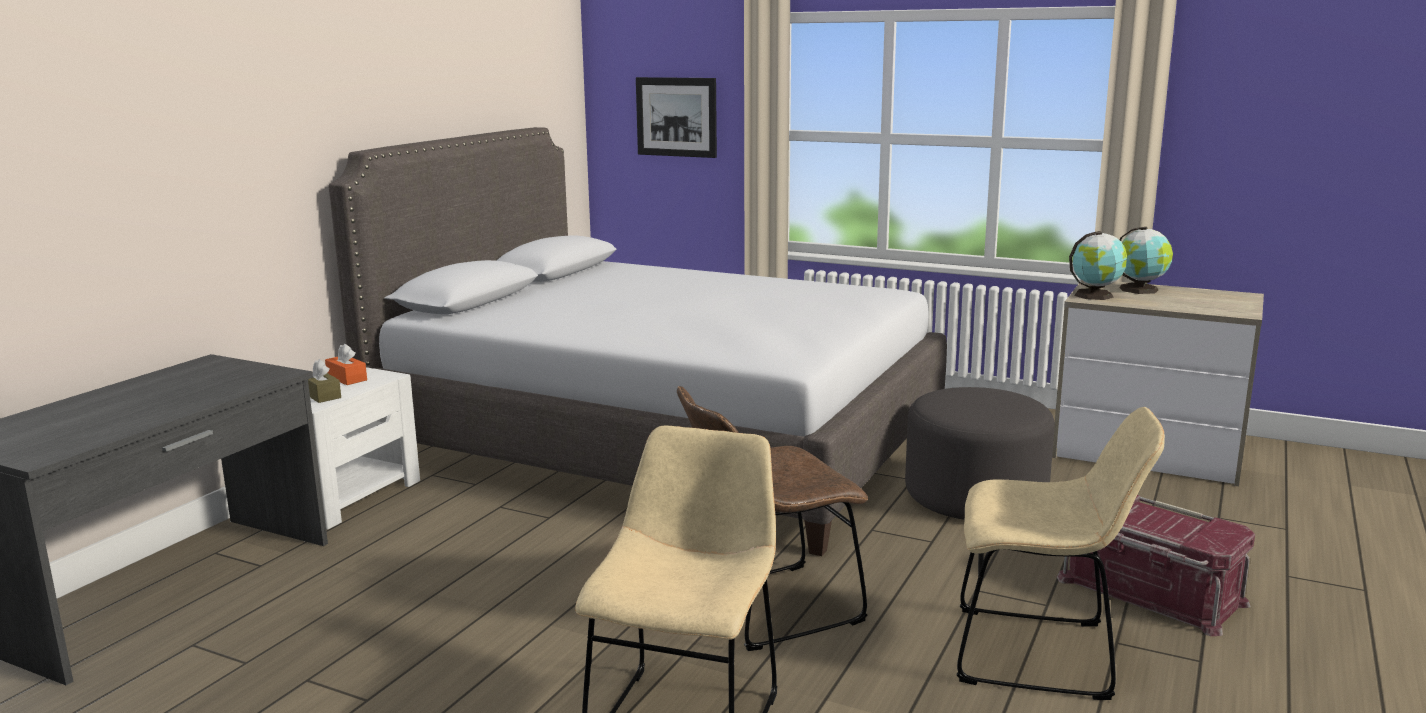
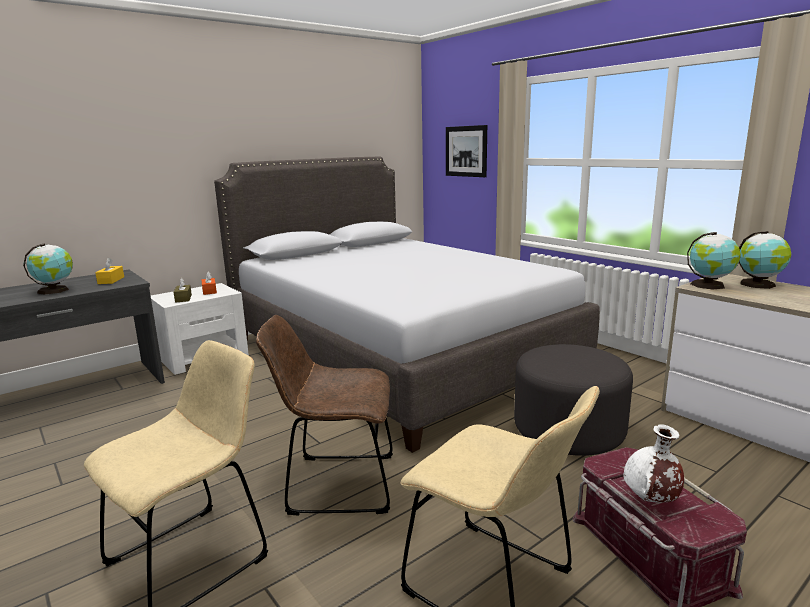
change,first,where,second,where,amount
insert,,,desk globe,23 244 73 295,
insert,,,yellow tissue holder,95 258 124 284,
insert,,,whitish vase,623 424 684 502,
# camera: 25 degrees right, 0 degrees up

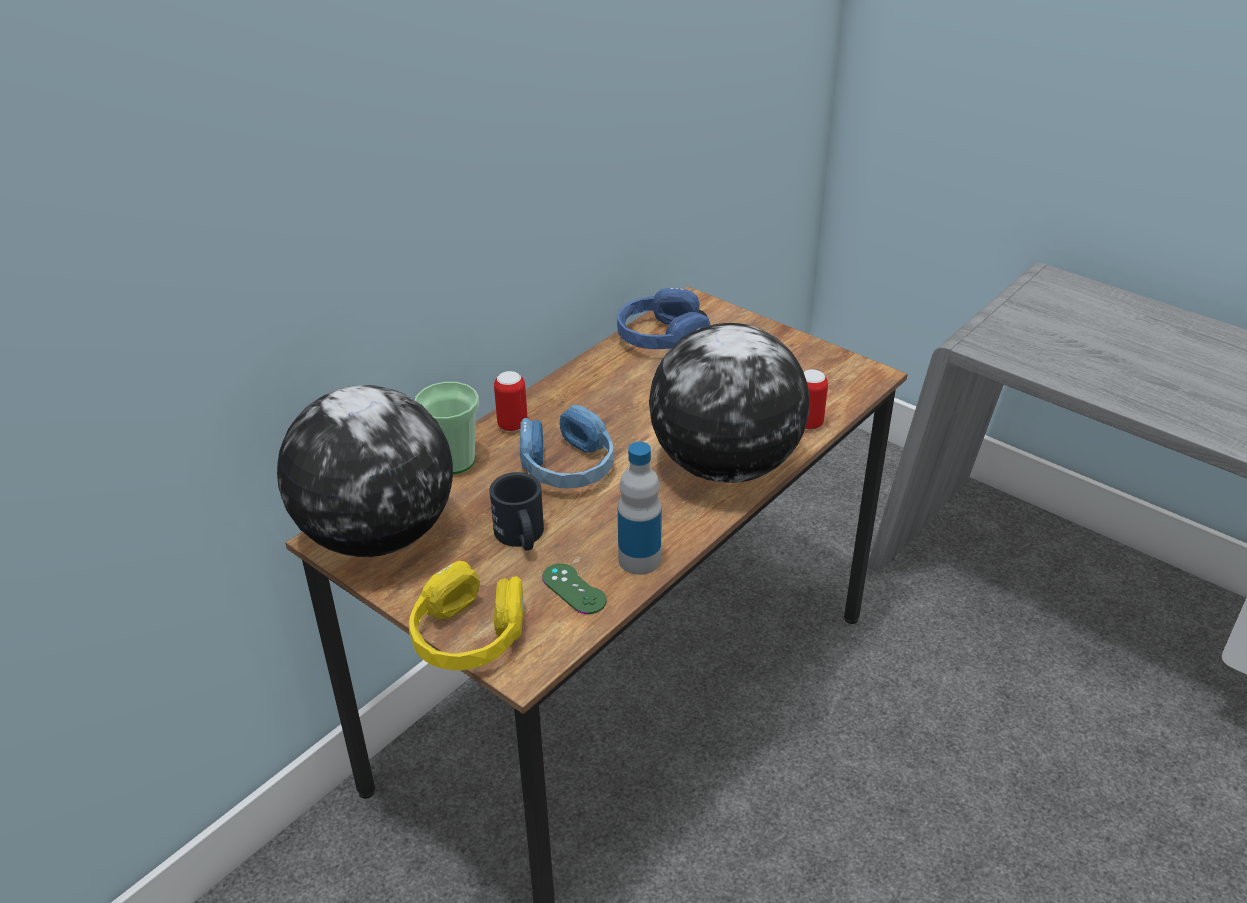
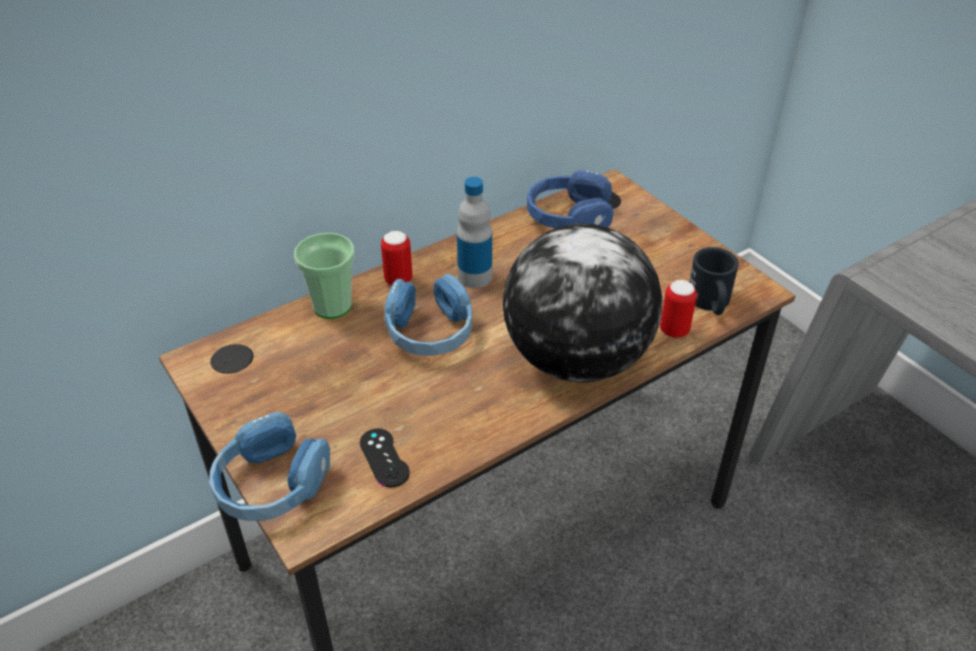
change,first,where,second,where,amount
delete,desk globe,277 385 453 557,,,
move,black-coloured tea mug,489 472 544 551,,689 247 739 315,
move,beverage bottle,618 442 662 575,,457 177 492 288,
recolor,yellow headset,409 561 524 670,blue-coloured headset,209 412 330 521,
recolor,green gamepad,542 564 606 614,black-coloured gamepad,360 429 410 487,
# camera: 15 degrees right, 5 degrees up

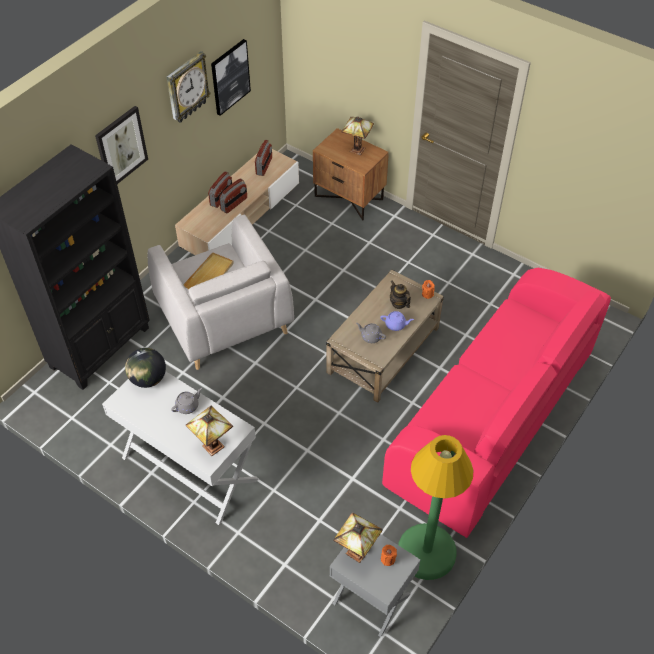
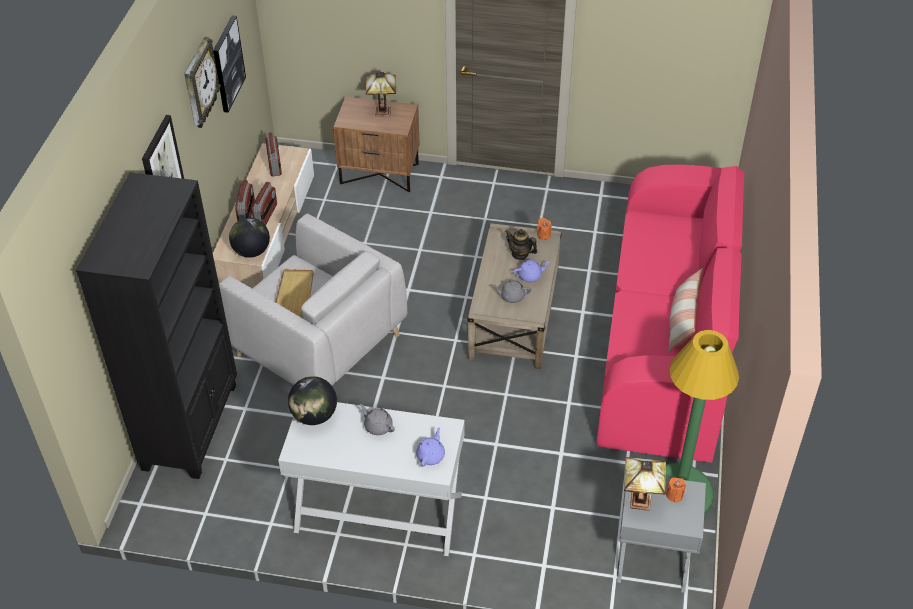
change,first,where,second,where,amount
insert,,,desk globe,229 218 270 258,
insert,,,cushion,668 268 703 353,
replace,lamp for a table,186 405 233 456,purplish tea pot,416 427 445 467,
rotate,gray tea pot,171 388 202 414,,360 404 395 435,75 degrees counterclockwise
# camera: 25 degrees left, 5 degrees down

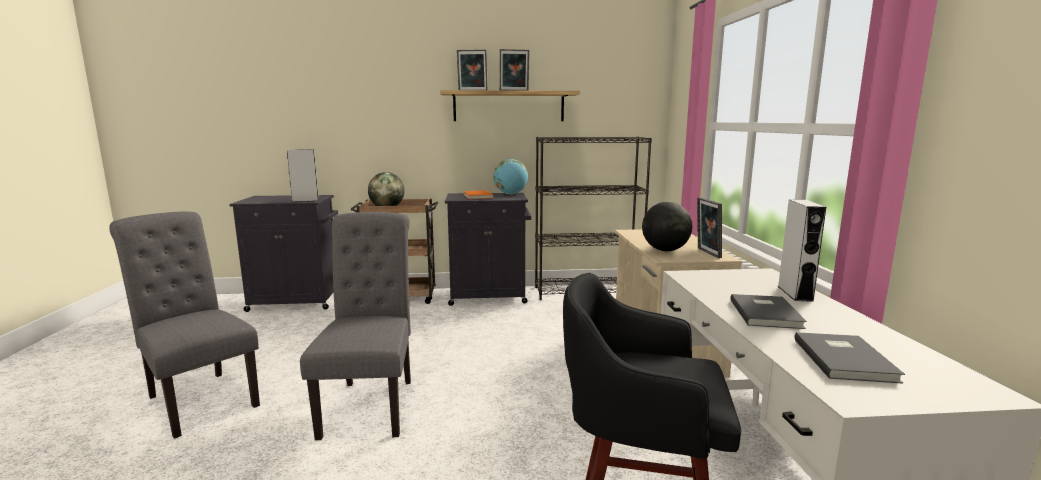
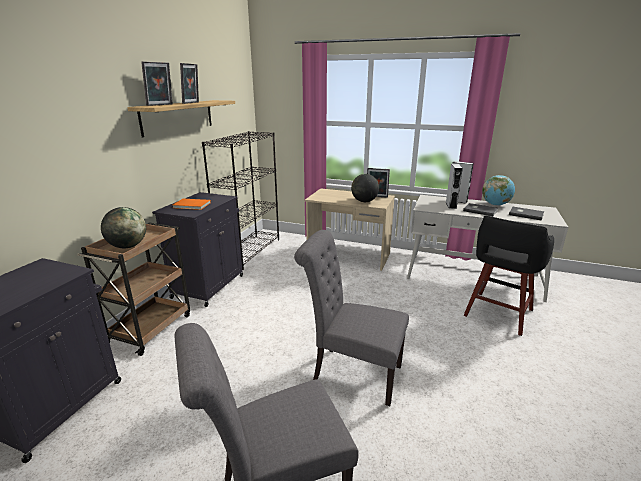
change,first,where,second,where,amount
move,gray audio speaker,287 149 319 202,,446 164 463 209,
move,desk globe,493 159 528 194,,482 175 515 206,
# camera: 65 degrees left, 10 degrees up

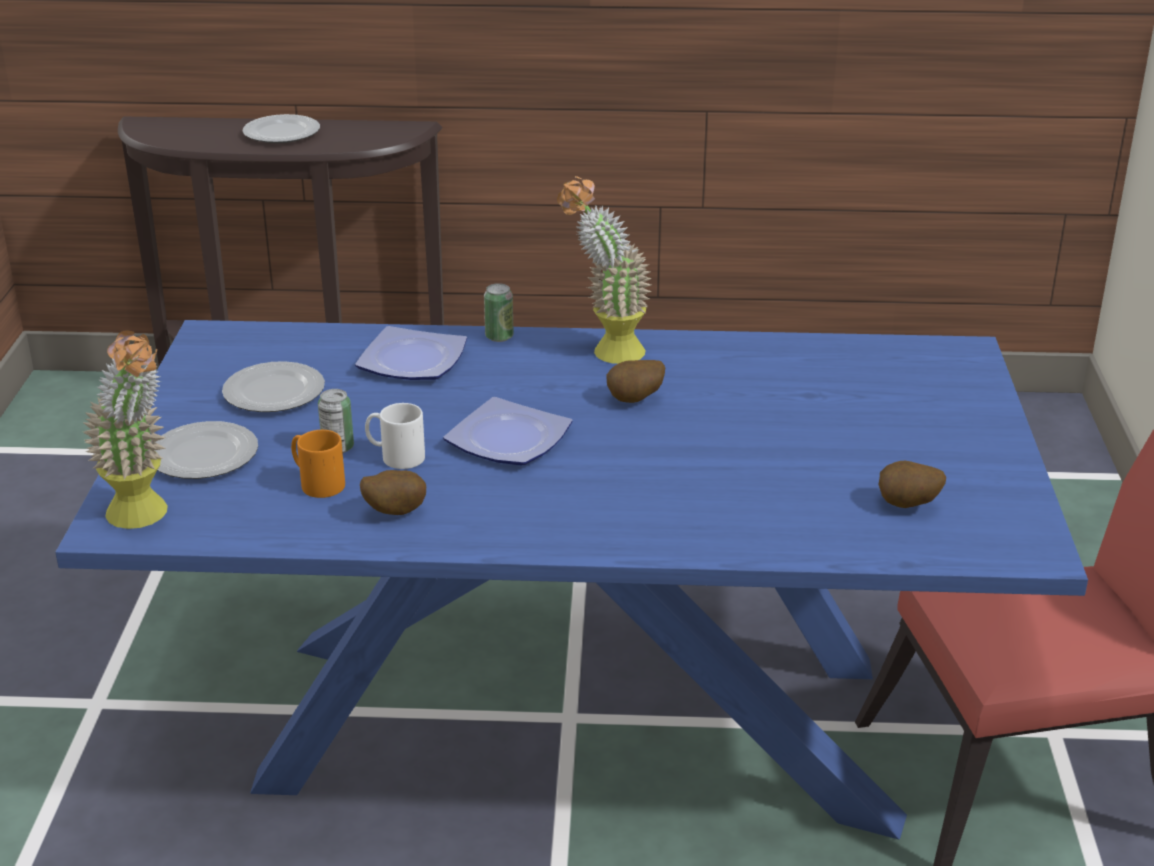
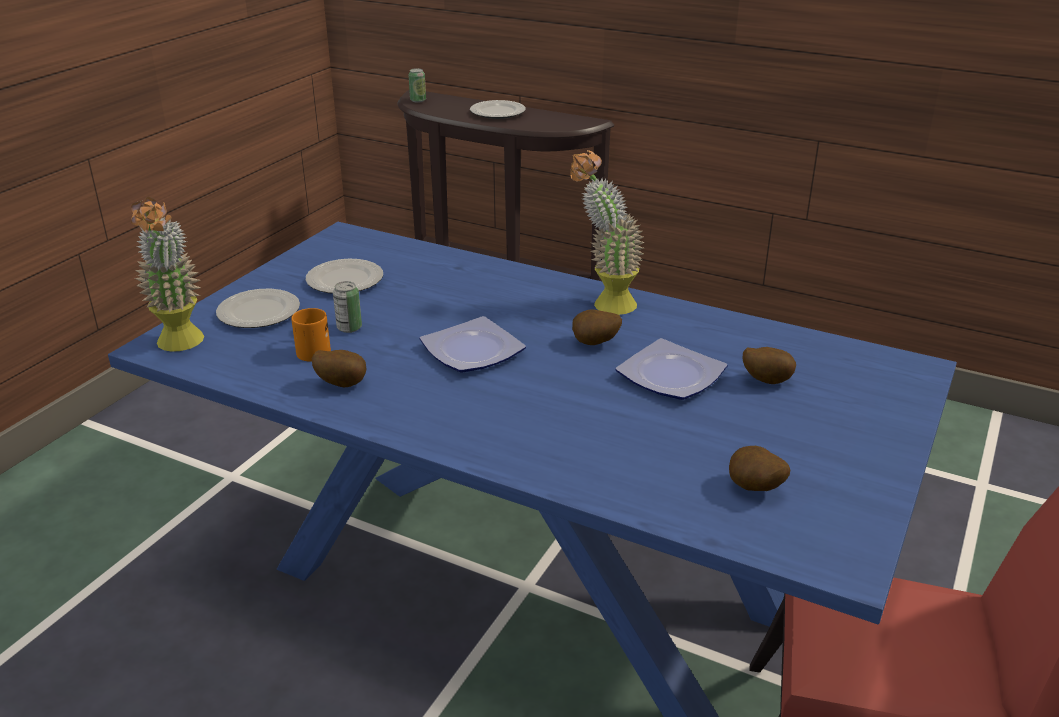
change,first,where,second,where,amount
delete,whitish tea mug,365 403 425 469,,,
insert,,,potato,743 347 796 384,
move,dinner plate,355 326 467 380,,615 338 728 400,
move,sealed can,484 283 514 342,,409 68 426 103,
# camera: 25 degrees right, 0 degrees up

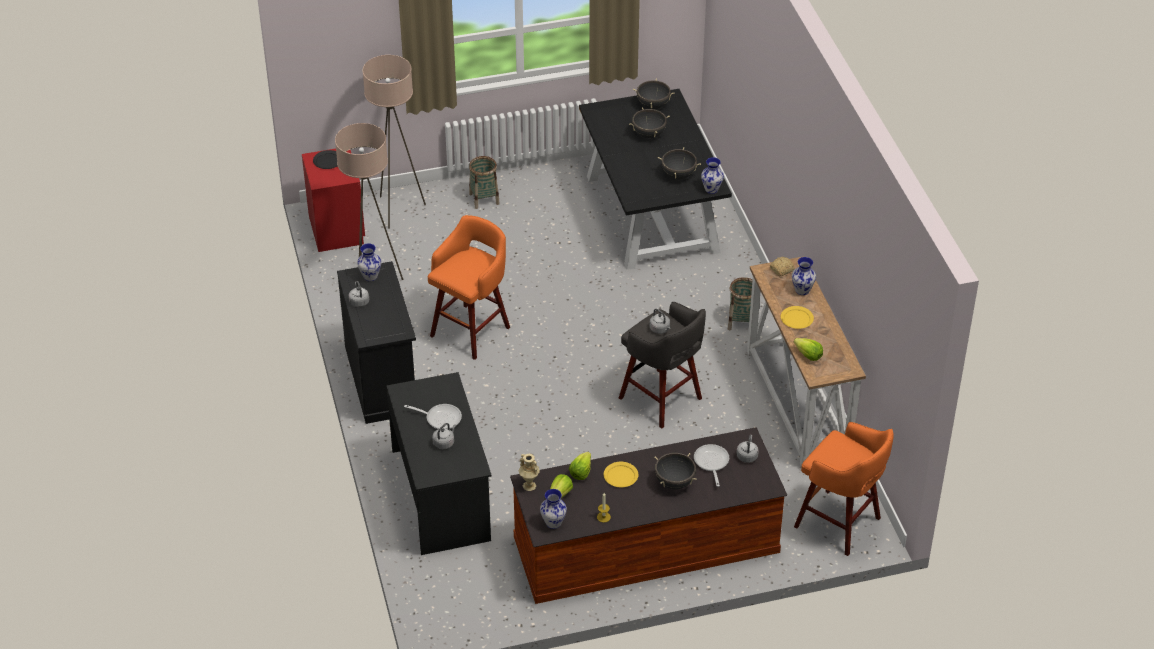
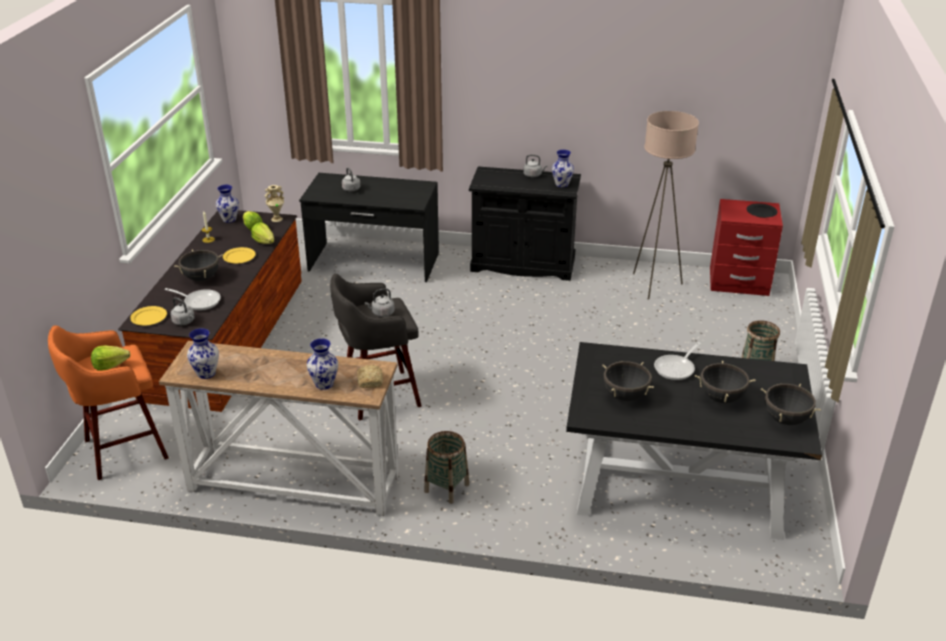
change,first,where,second,where,amount
delete,sand-coloured floor lamp,362 55 426 229,,,
delete,orange-coloured stool seat,428 215 510 360,,,
move,skillet,404 404 462 429,,654 342 701 380,
move,vase,701 157 724 194,,187 328 219 379,
move,yellow dinner plate,781 306 814 329,,130 306 167 326,
move,lettuce,794 338 823 361,,91 345 130 371,
# camera: 115 degrees right, 10 degrees down

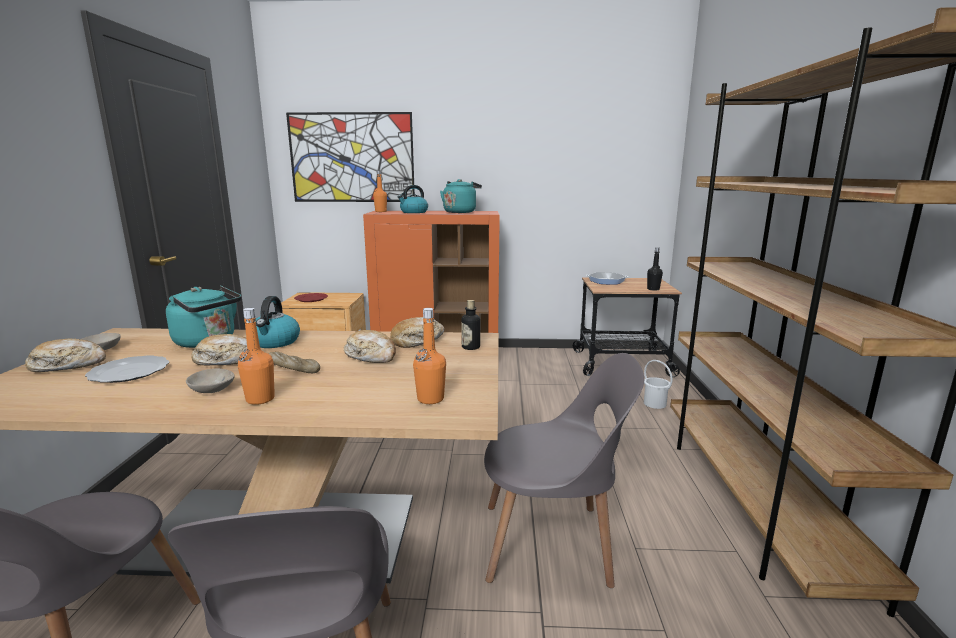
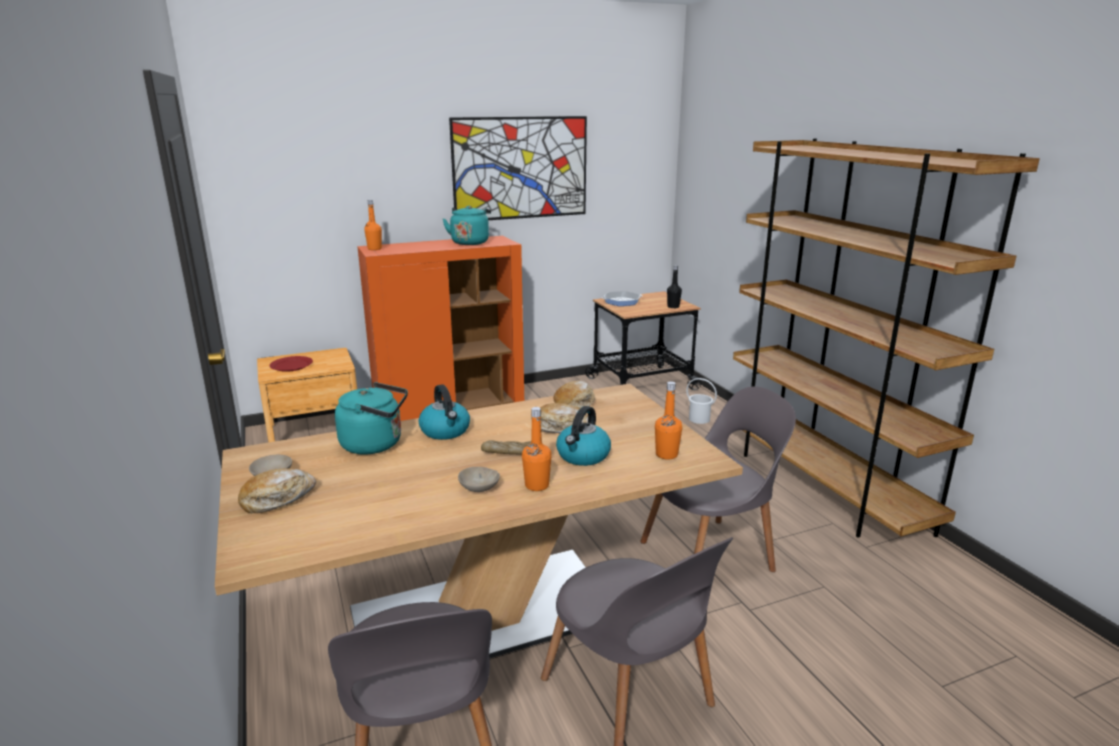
change,first,where,second,where,amount
delete,dinner plate,85 355 169 383,,,
delete,bakery bread,191 334 247 366,,,
delete,beverage bottle,461 300 480 350,,,
move,wall picture,286 112 415 202,,449 116 587 220,
move,water kettle,397 185 428 213,,556 406 611 466,
# camera: 25 degrees left, 5 degrees up

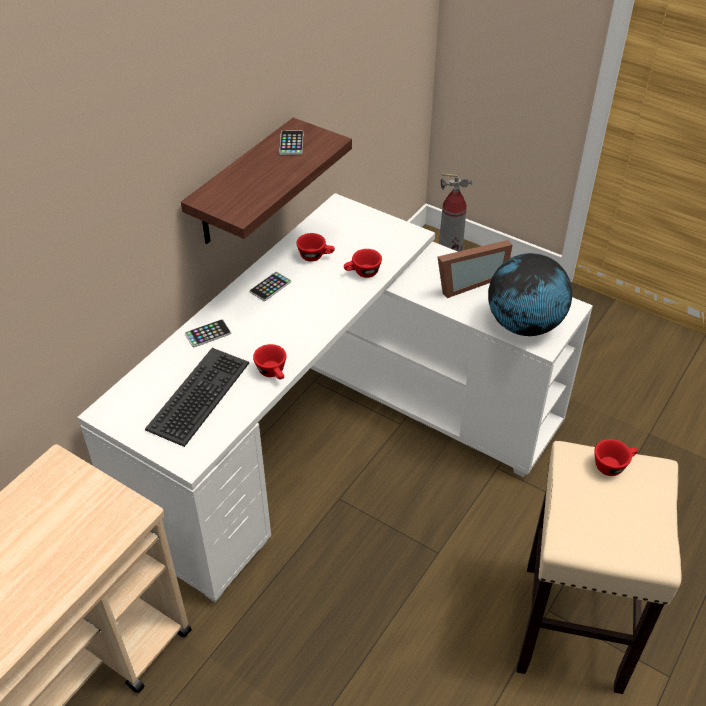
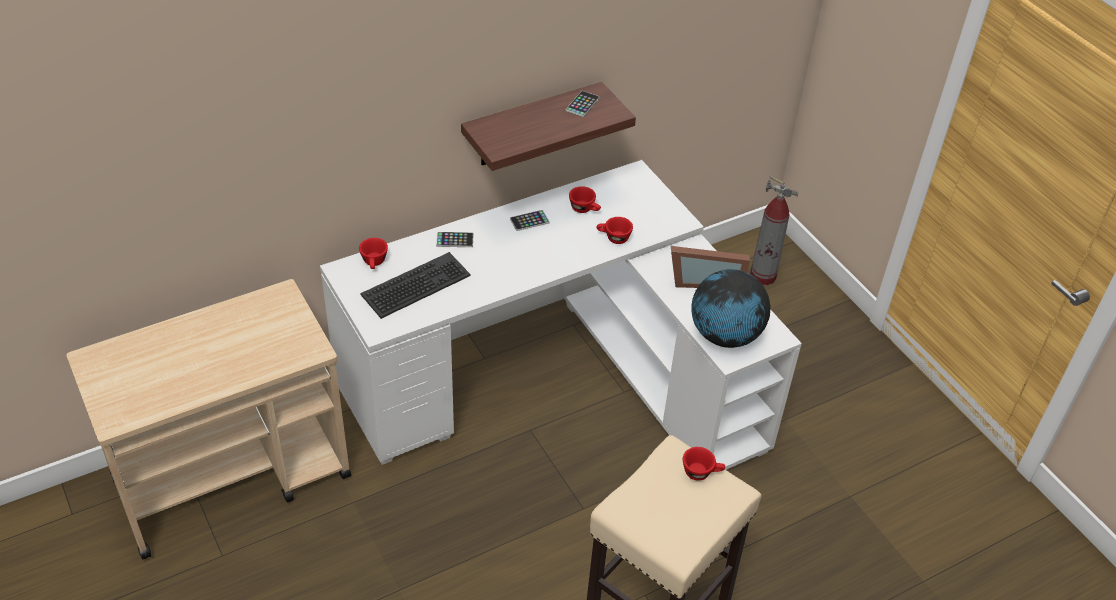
change,first,where,second,where,amount
move,red drinking cup,253 344 286 379,,359 238 388 269,
# camera: 25 degrees right, 0 degrees up

